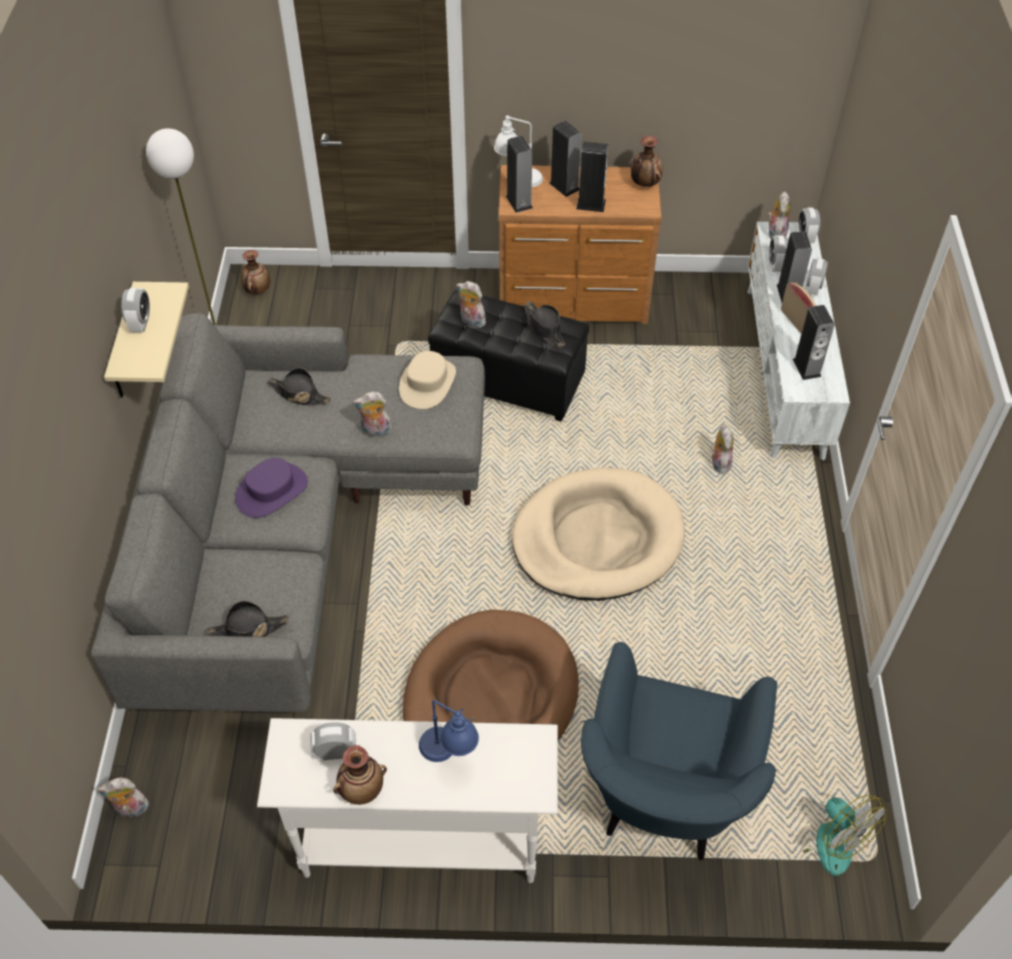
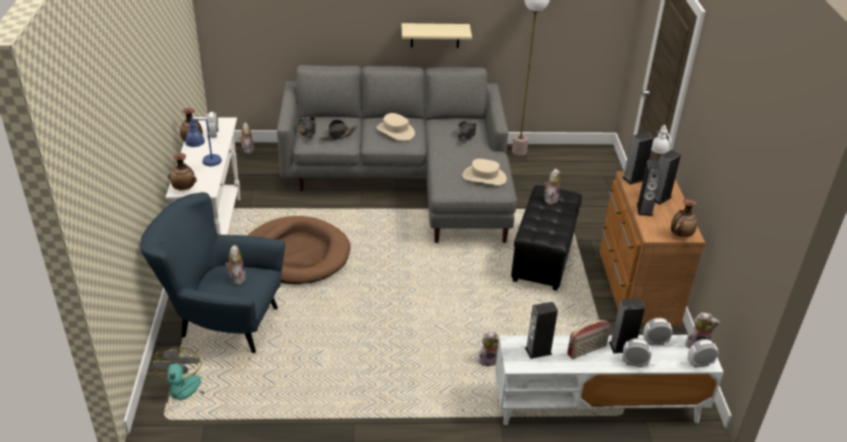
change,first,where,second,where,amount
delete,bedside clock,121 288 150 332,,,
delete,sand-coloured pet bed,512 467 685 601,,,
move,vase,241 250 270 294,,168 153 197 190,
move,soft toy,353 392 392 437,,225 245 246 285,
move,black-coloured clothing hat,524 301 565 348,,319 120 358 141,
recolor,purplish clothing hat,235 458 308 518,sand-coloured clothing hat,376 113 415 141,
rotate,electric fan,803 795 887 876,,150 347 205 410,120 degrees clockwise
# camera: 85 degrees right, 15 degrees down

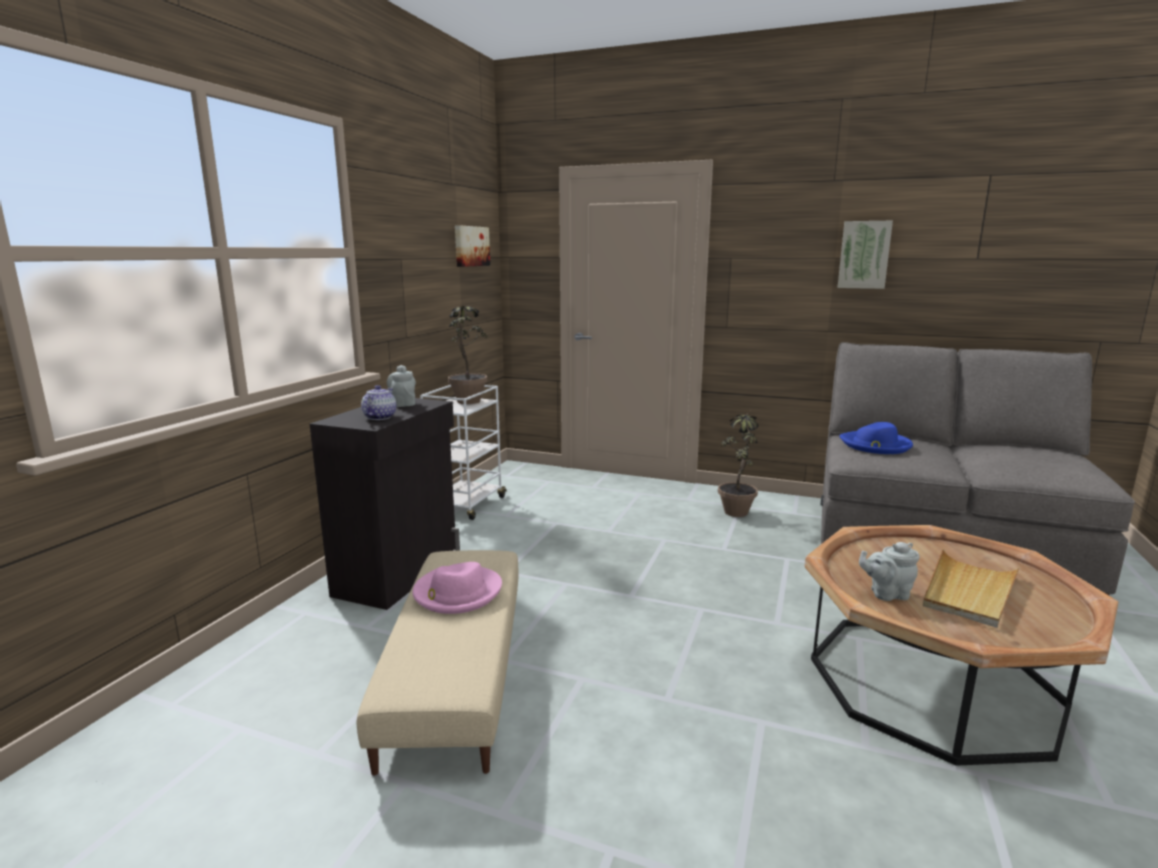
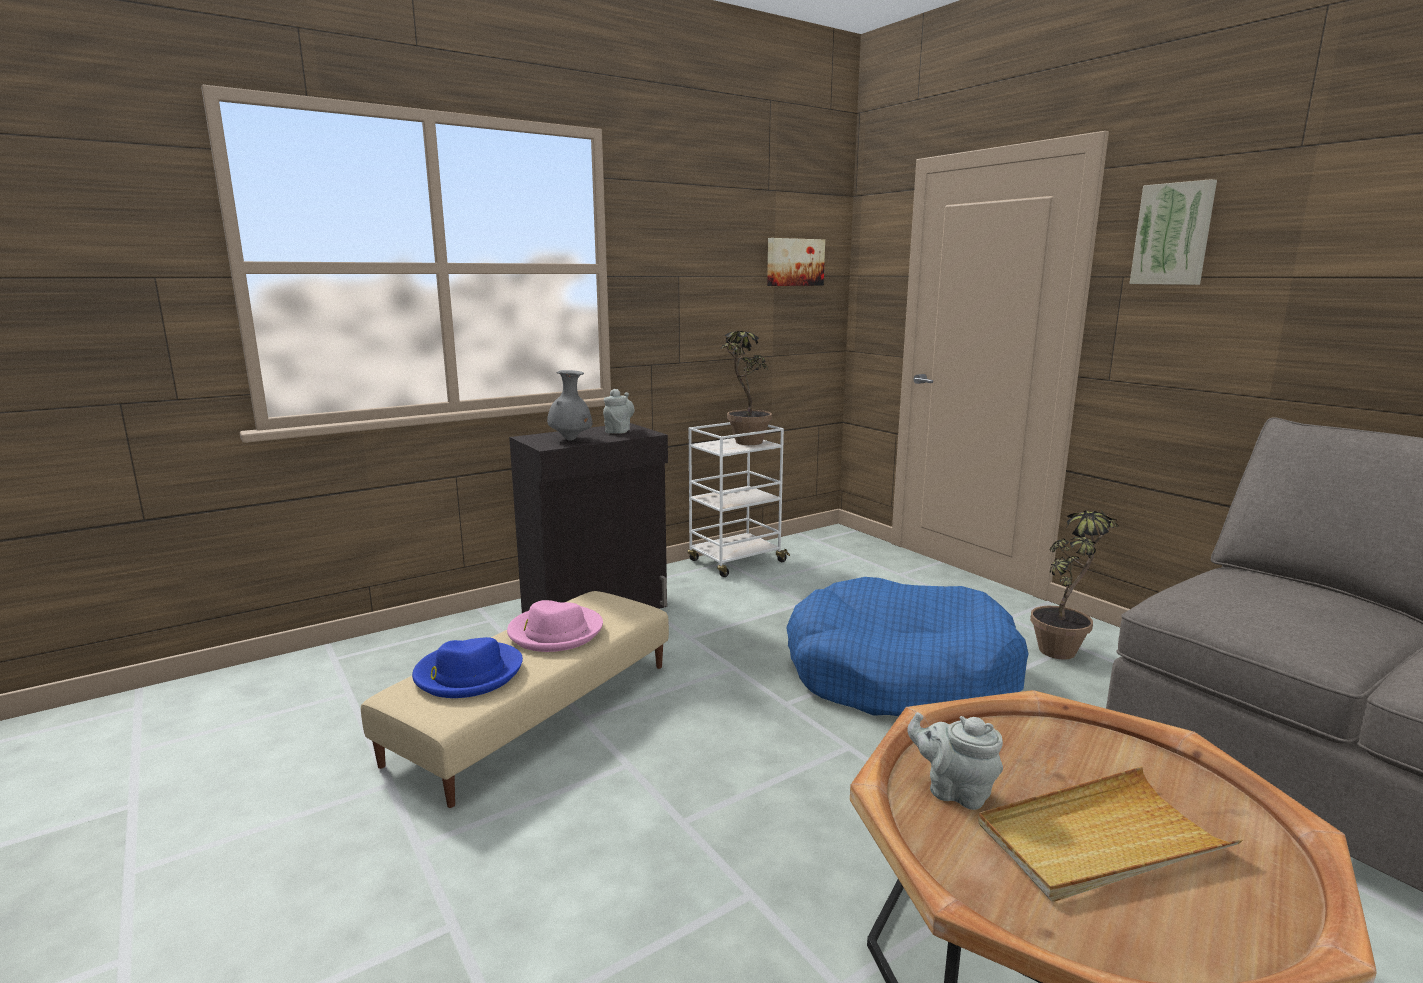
change,first,where,second,where,amount
insert,,,blue-coloured pet bed,786 577 1029 716,
move,wall picture,838 221 893 289,,1130 179 1217 285,
move,blue-coloured clothing hat,839 422 913 454,,412 637 523 698,
replace,tea pot,361 385 396 420,gray vase,547 370 592 441,
# camera: 35 degrees right, 0 degrees up

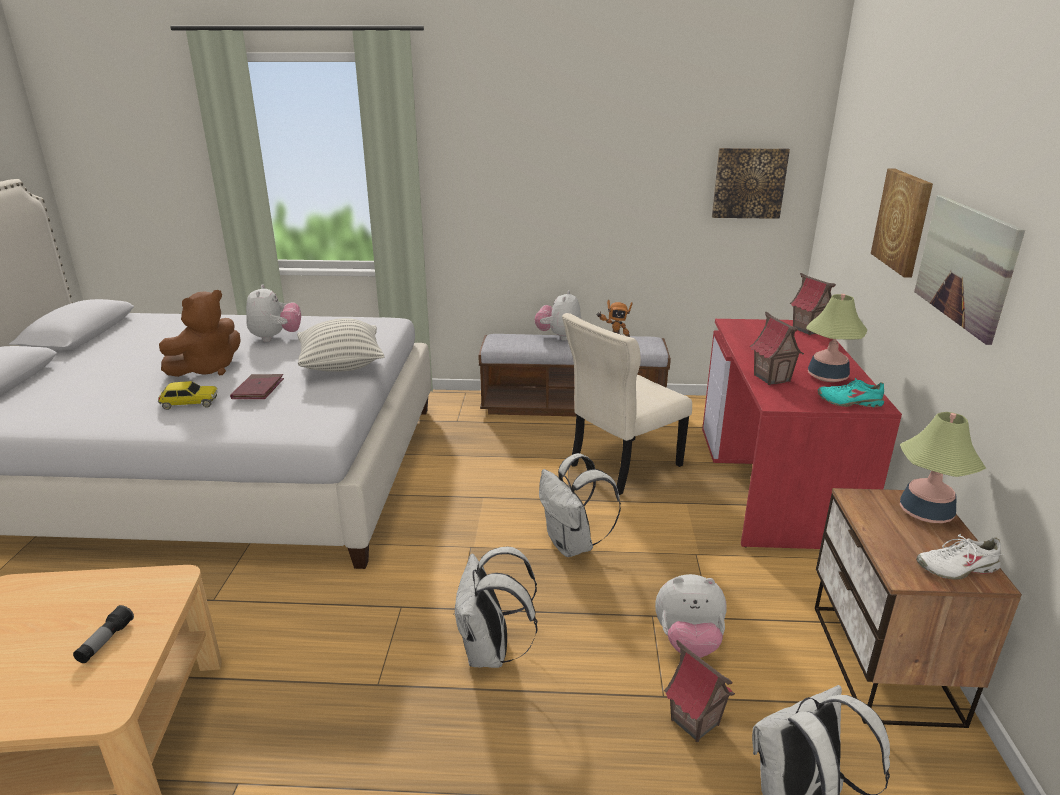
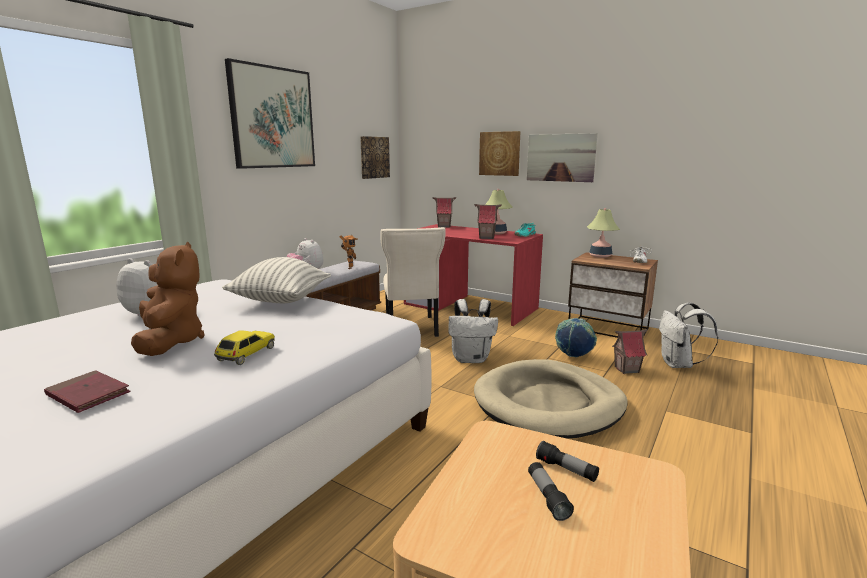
change,first,where,second,where,amount
insert,,,wall picture,225 58 315 169,
insert,,,torch,528 462 574 521,
move,red book,230 374 284 399,,44 370 130 413,
replace,whitish rucksack,454 546 538 668,sand-coloured pet bed,474 359 628 439,
replace,soft toy,655 574 727 658,desk globe,555 318 597 358,
# camera: 60 degrees left, 10 degrees down

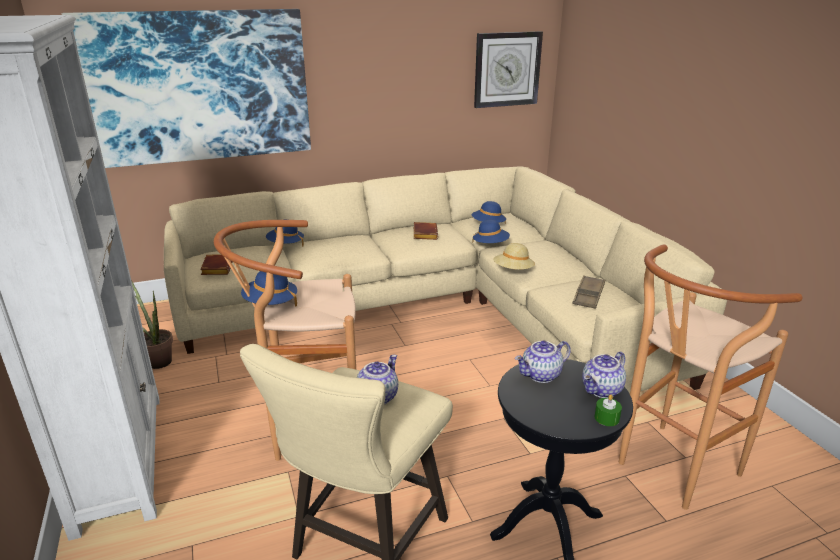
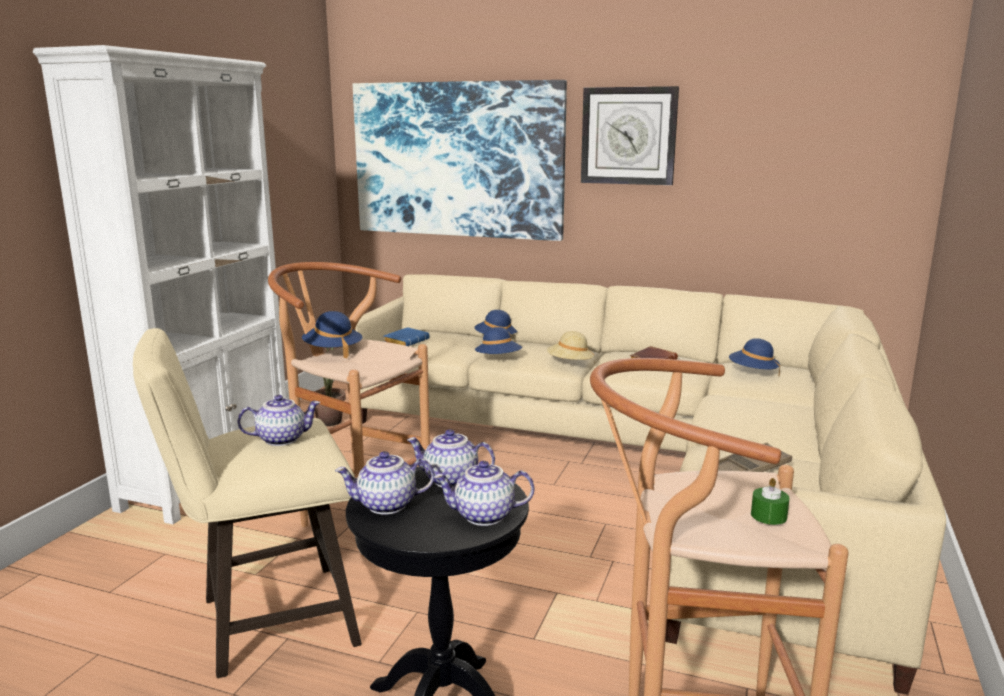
change,first,where,second,where,amount
insert,,,tea pot,335 451 435 515,
move,blue-coloured clothing hat,472 220 510 243,,475 327 522 354,
move,hanging clock,474 31 543 108,,581 86 679 185,
move,sand-coloured clothing hat,493 243 535 270,,547 331 594 360,
move,green candle,594 394 622 426,,751 478 790 525,
recolor,brown book,200 255 232 275,blue-coloured book,383 327 430 346,
# camera: 40 degrees right, 10 degrees down

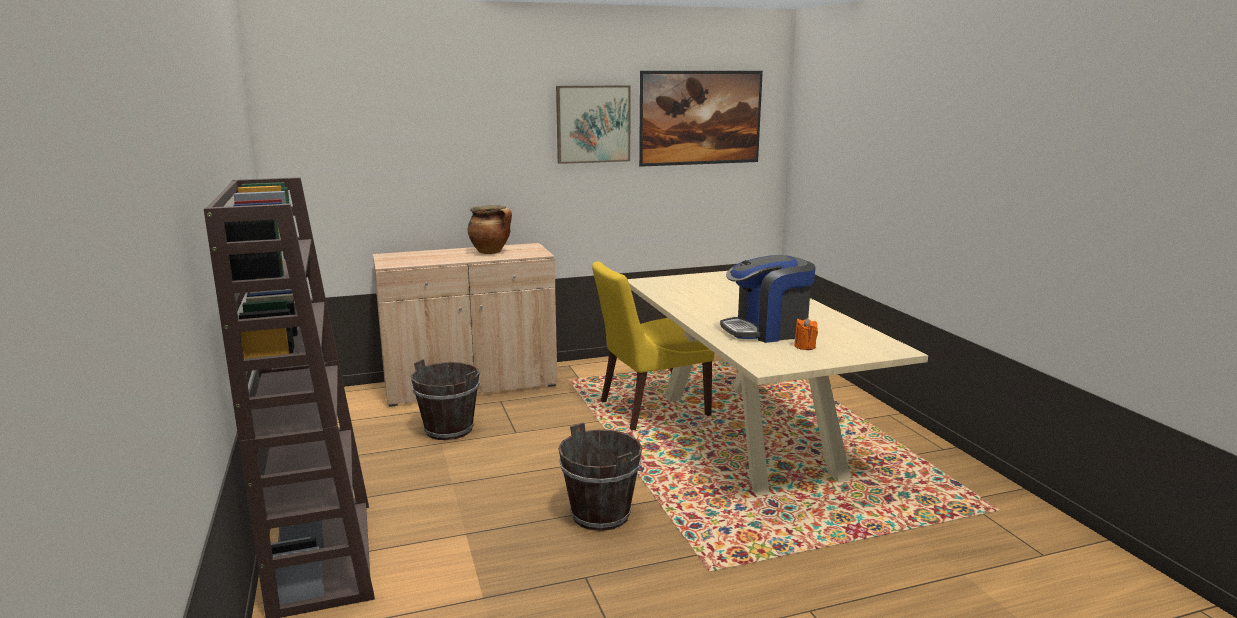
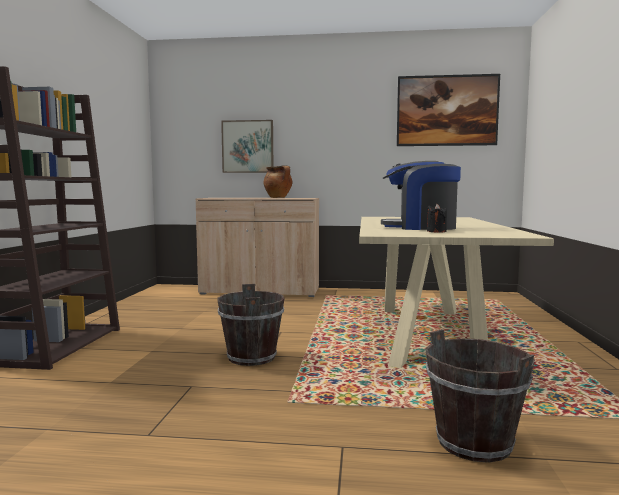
change,first,where,second,where,amount
delete,yellow plain chair,592 261 715 431,,,
move,brown pail,411 359 480 440,,425 329 535 462,
move,wall picture,556 85 631 164,,221 120 273 173,
recolor,orange-coloured candle,794 318 818 350,black-coloured candle,427 204 447 233,
# camera: 25 degrees right, 10 degrees down

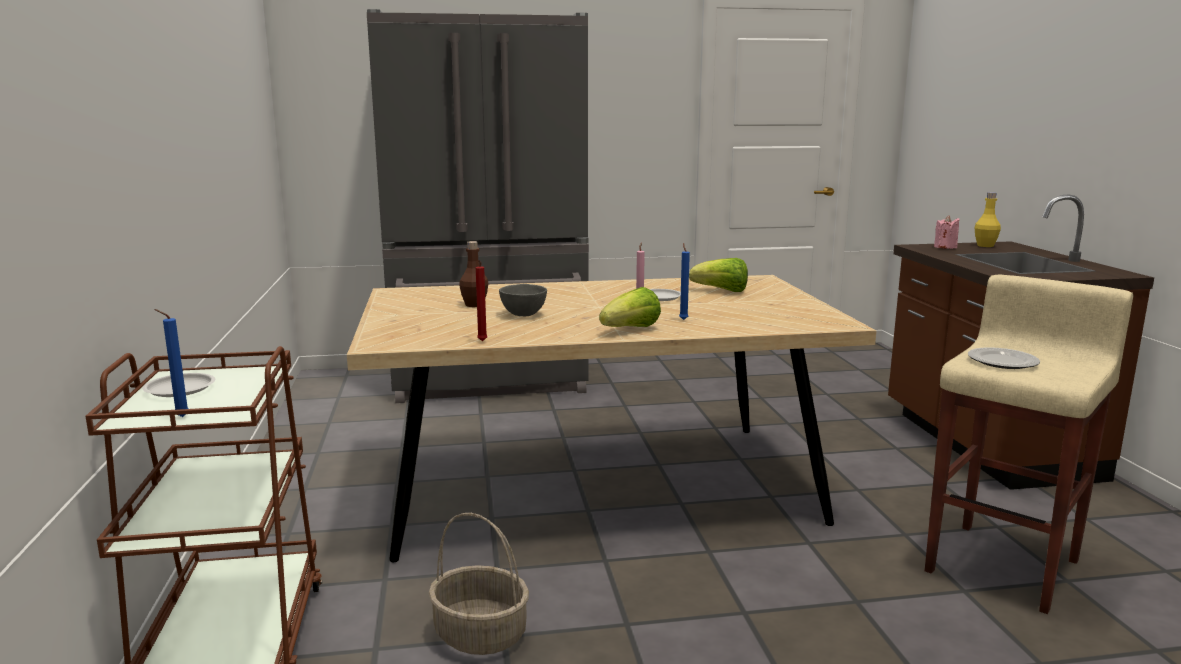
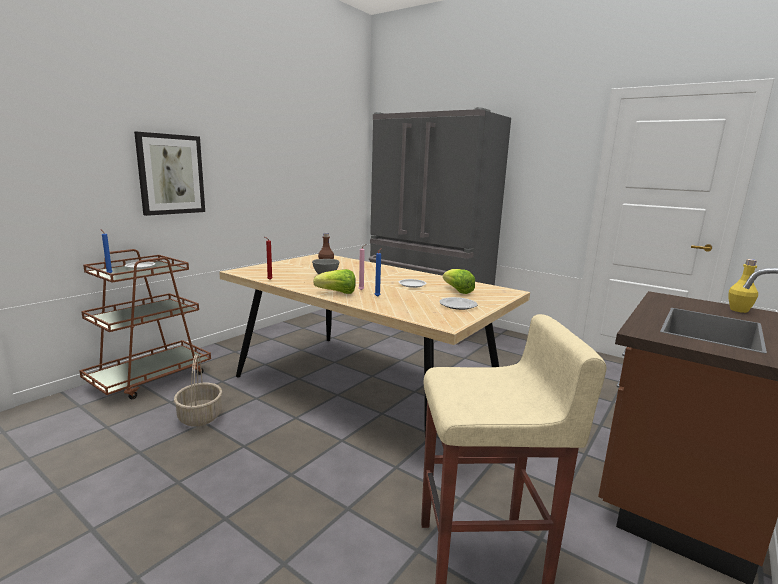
change,first,where,second,where,amount
delete,pink candle,934 215 959 249,,,
insert,,,wall picture,134 132 205 216,
move,dinner plate,968 347 1040 369,,439 297 477 310,
# camera: 45 degrees right, 0 degrees up

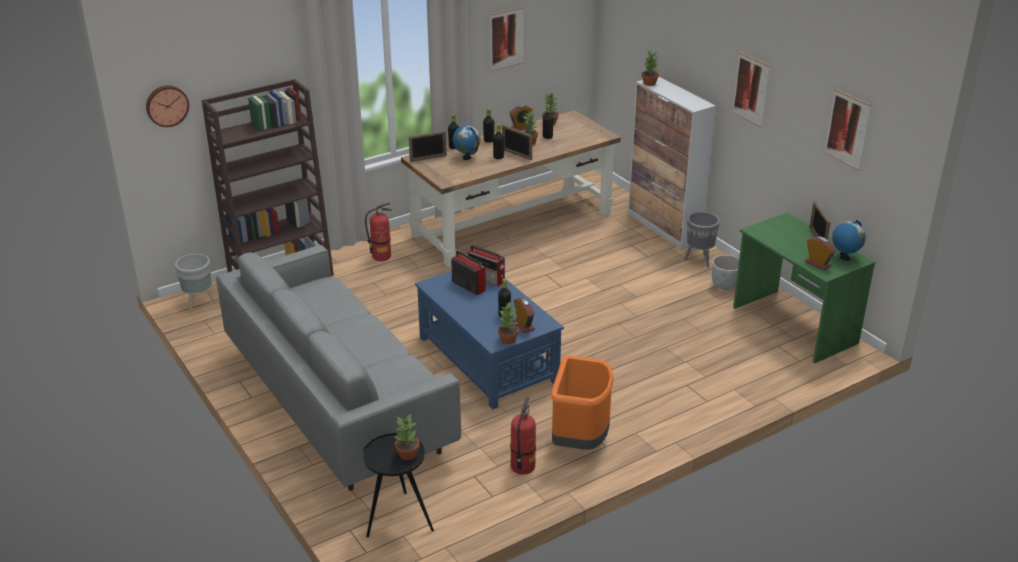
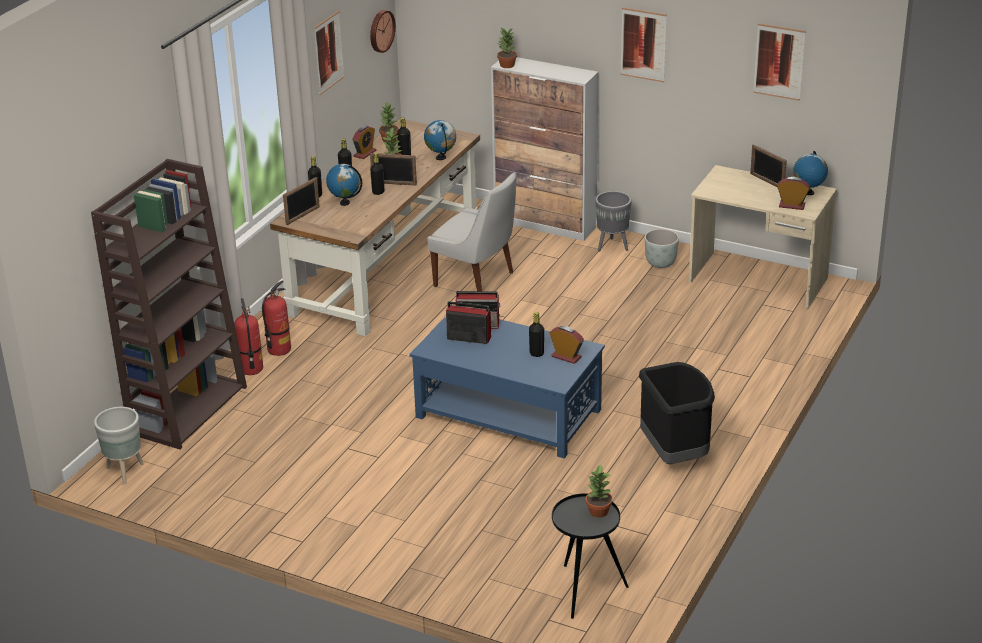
change,first,where,second,where,amount
delete,gray sofa,216 245 461 491,,,
delete,plant in a pot,498 302 519 344,,,
insert,,,desk globe,424 120 456 160,
insert,,,whitish plain chair,427 172 517 291,
move,hanging clock,146 85 189 127,,370 10 396 53,
move,fire extinguisher,510 398 536 475,,234 298 263 375,
recolor,orange-coloured rubbish bin,550 355 614 450,black-coloured rubbish bin,639 362 715 465,
recolor,green desk unit,733 212 875 363,sand-coloured desk unit,689 165 837 309,
# camera: 30 degrees left, 0 degrees up

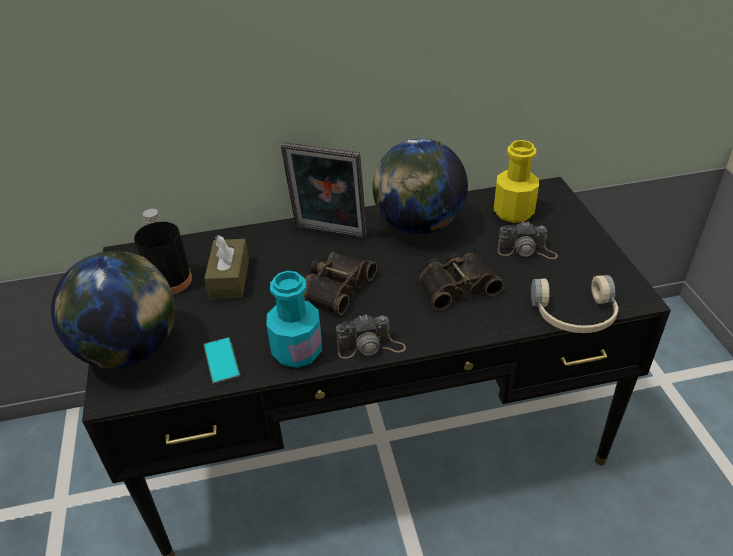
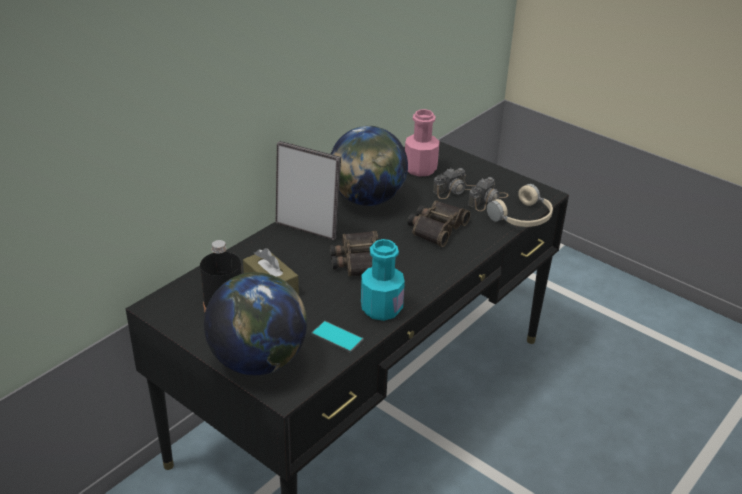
change,first,where,second,where,amount
move,photo camera,336 314 406 358,,468 177 508 211,
recolor,yellow beverage bottle,494 140 539 223,pink beverage bottle,405 109 440 176,
rotate,standing frame,281 142 367 238,,276 141 341 240,135 degrees counterclockwise
# camera: 40 degrees left, 5 degrees down

